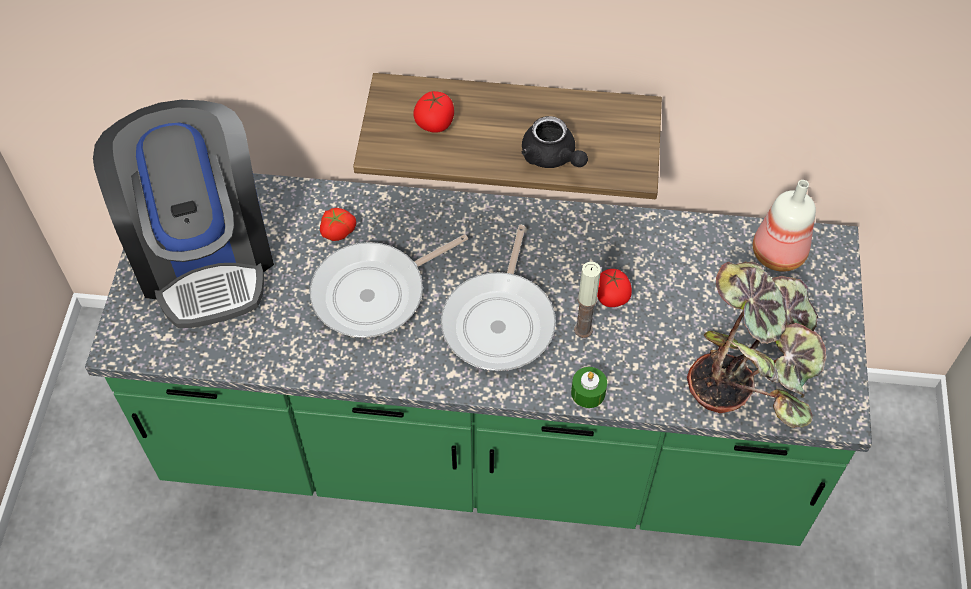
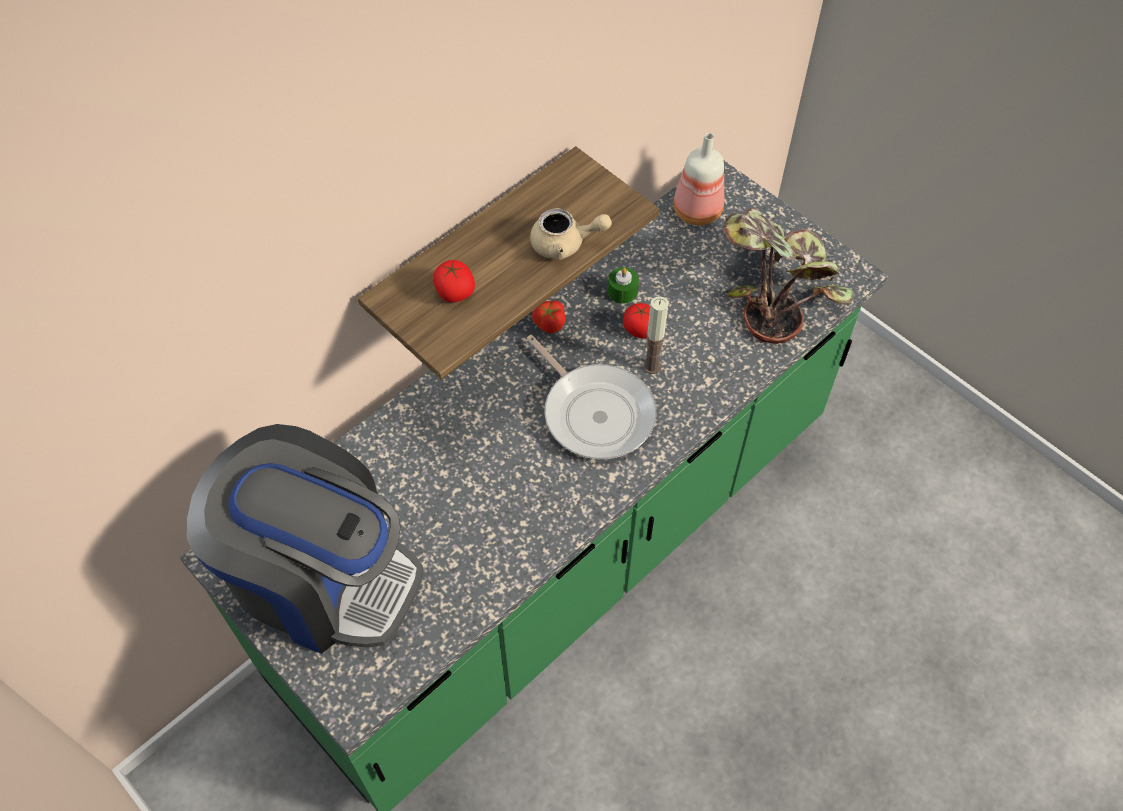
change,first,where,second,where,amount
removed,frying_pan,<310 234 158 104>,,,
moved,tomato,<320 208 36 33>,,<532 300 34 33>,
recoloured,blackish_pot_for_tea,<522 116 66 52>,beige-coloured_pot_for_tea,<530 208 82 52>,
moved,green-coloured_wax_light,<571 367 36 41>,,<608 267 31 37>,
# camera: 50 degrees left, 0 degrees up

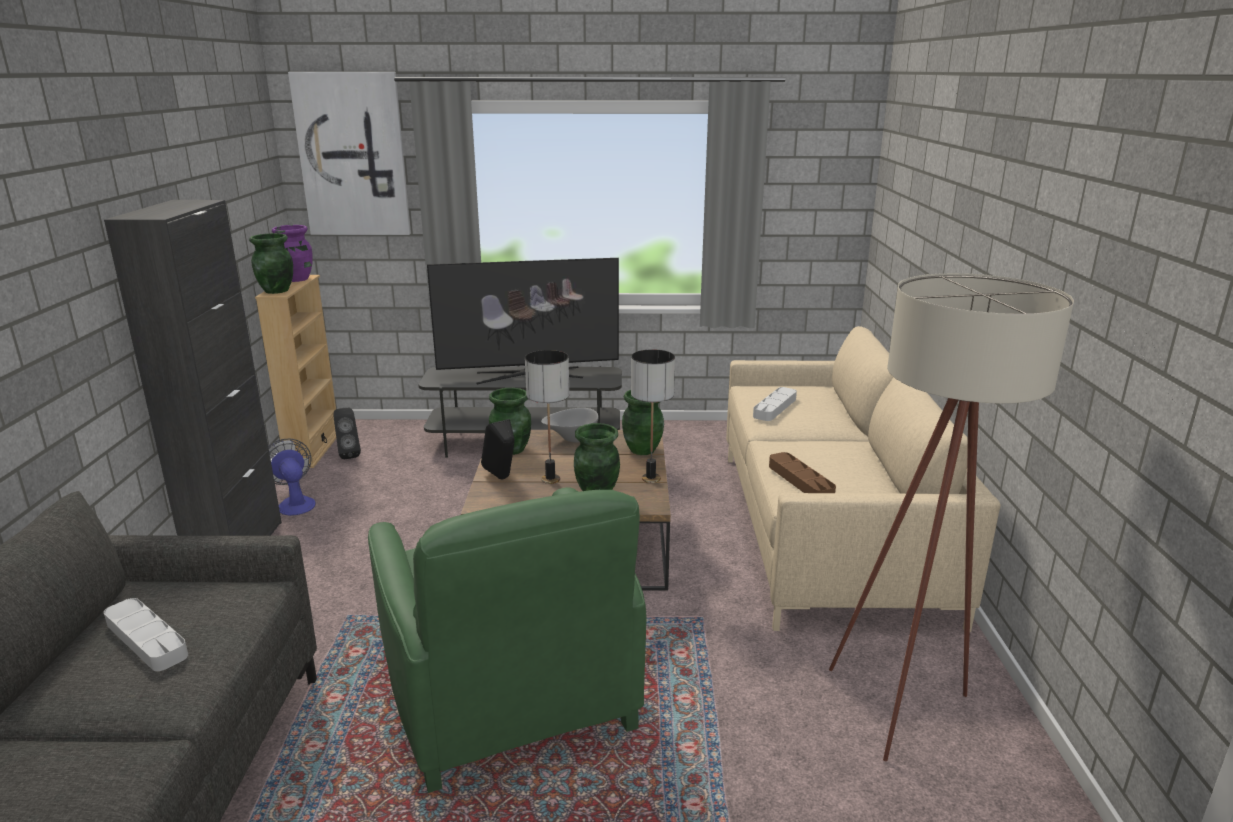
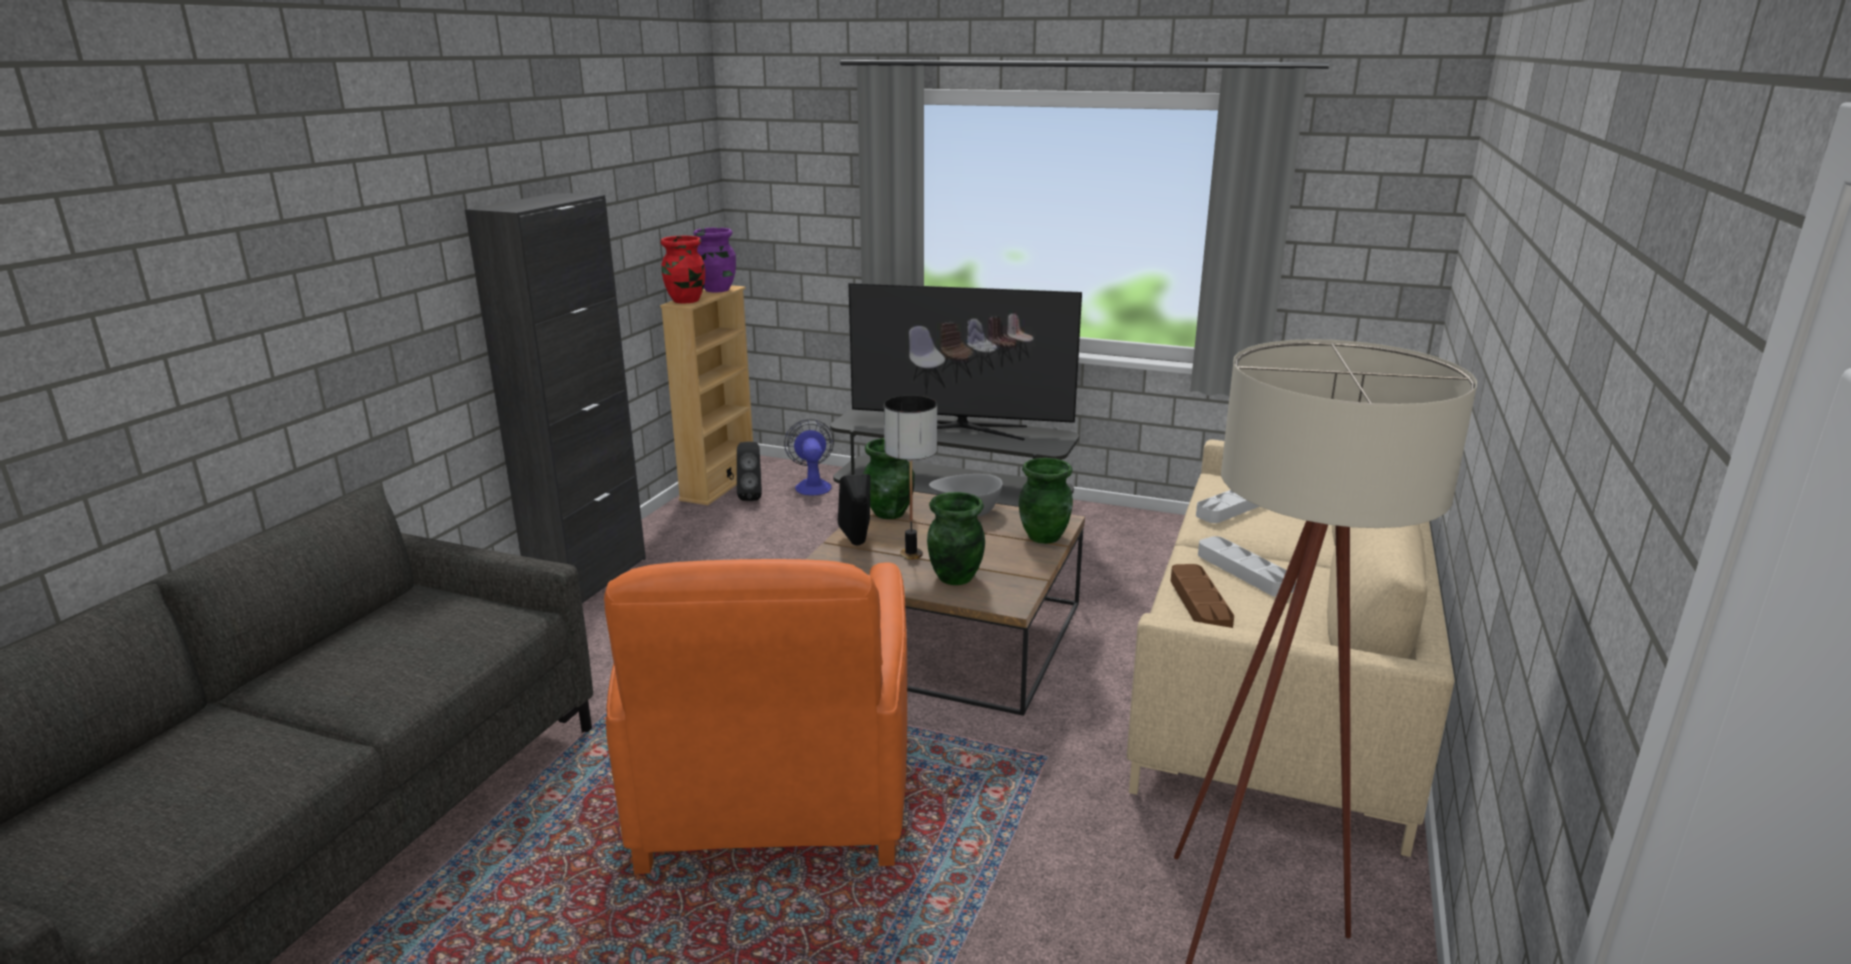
change,first,where,second,where,amount
moved,grey_serving_tray,<104 598 84 73>,,<1198 536 98 61>,
recoloured,green-coloured_vase,<249 233 44 61>,red_vase,<661 236 44 67>,
moved,fan,<268 439 48 77>,,<784 419 50 77>,
removed,wall_art,<288 72 123 163>,,,
recoloured,green-coloured_lounge_chair,<368 487 279 306>,orange_lounge_chair,<604 559 303 315>,
removed,tabletop_lamp,<631 349 44 134>,,,
# camera: 20 degrees right, 0 degrees up

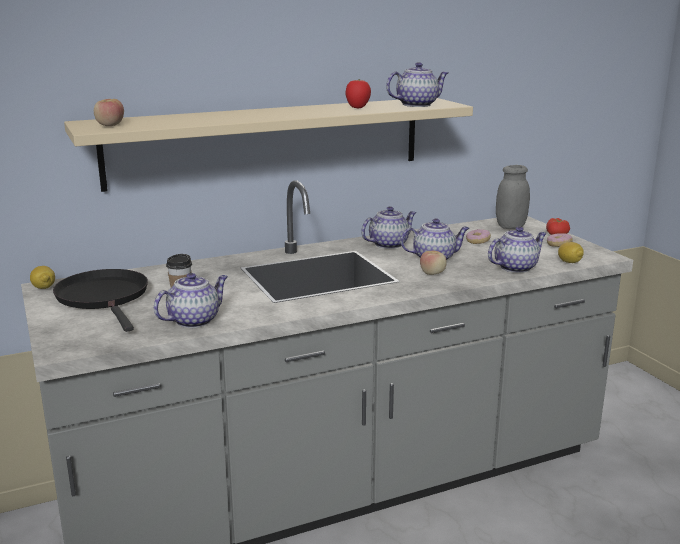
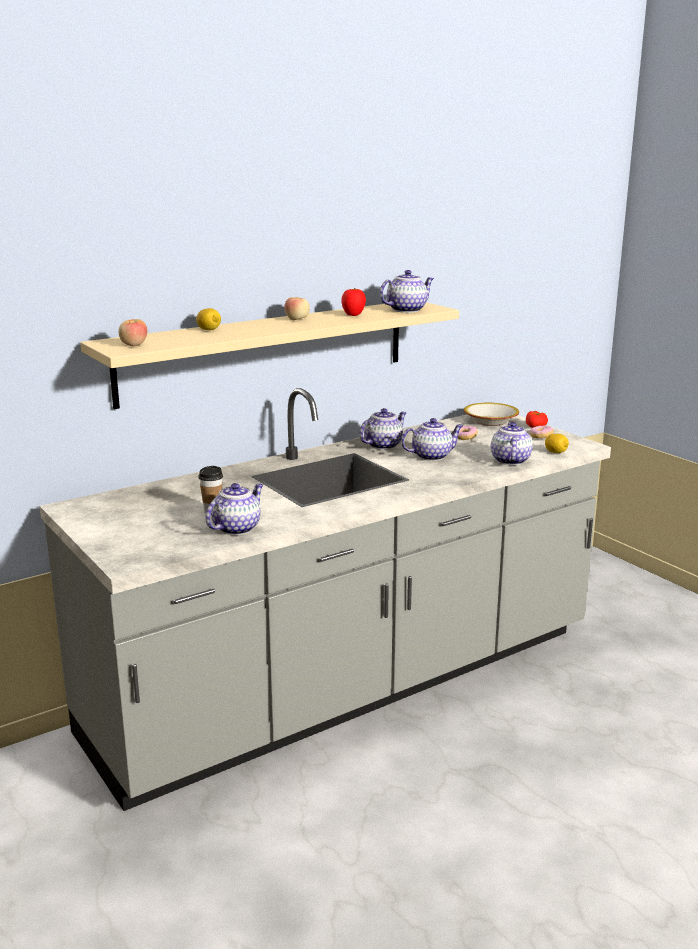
change,first,where,second,where,amount
moved,citrus_fruit,<30 266 25 23>,,<196 308 25 22>,
removed,blackish_frying_pan,<53 269 95 63>,,,
moved,apple_fruit,<420 251 27 24>,,<284 297 26 23>,
turned,pot_for_tea,<488 227 59 46>,,<491 422 42 43>,45 degrees counterclockwise
replaced,grey_storage_jar,<496 165 34 64>,serving_bowl,<464 403 55 23>,
# camera: 10 degrees left, 0 degrees up

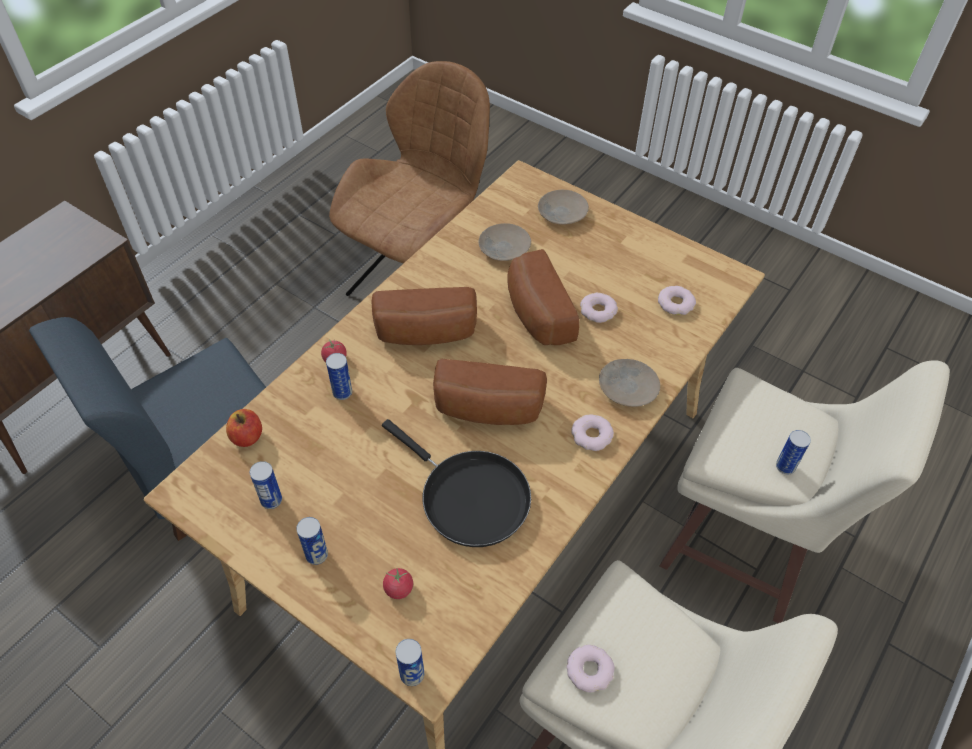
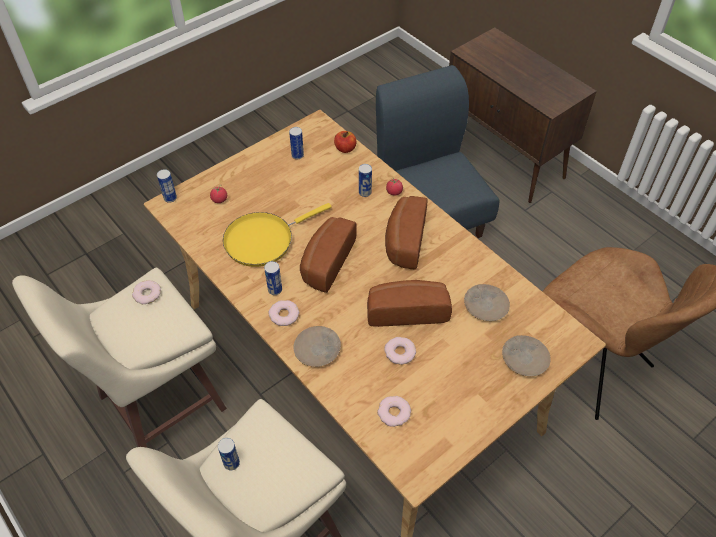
change,first,where,second,where,amount
moved,can,<296 517 32 48>,,<264 261 18 34>,
recoloured,blackish_frying_pan,<382 419 149 128>,yellow_frying_pan,<223 203 109 64>,
# camera: 105 degrees right, 0 degrees up

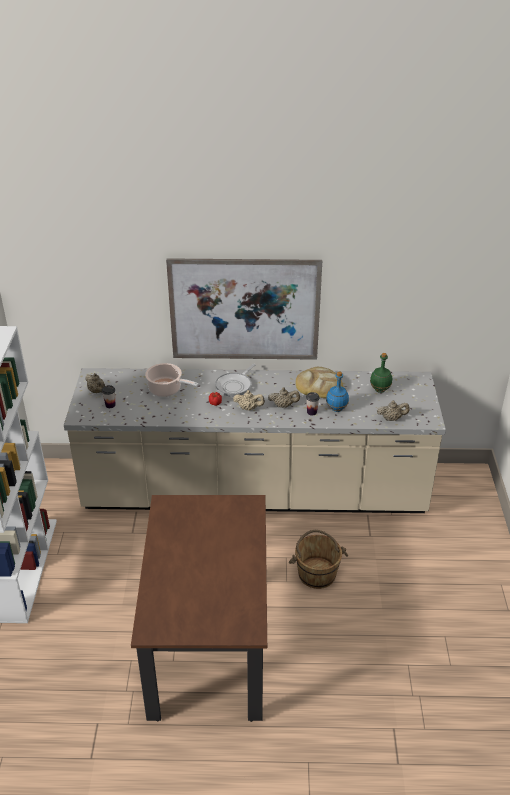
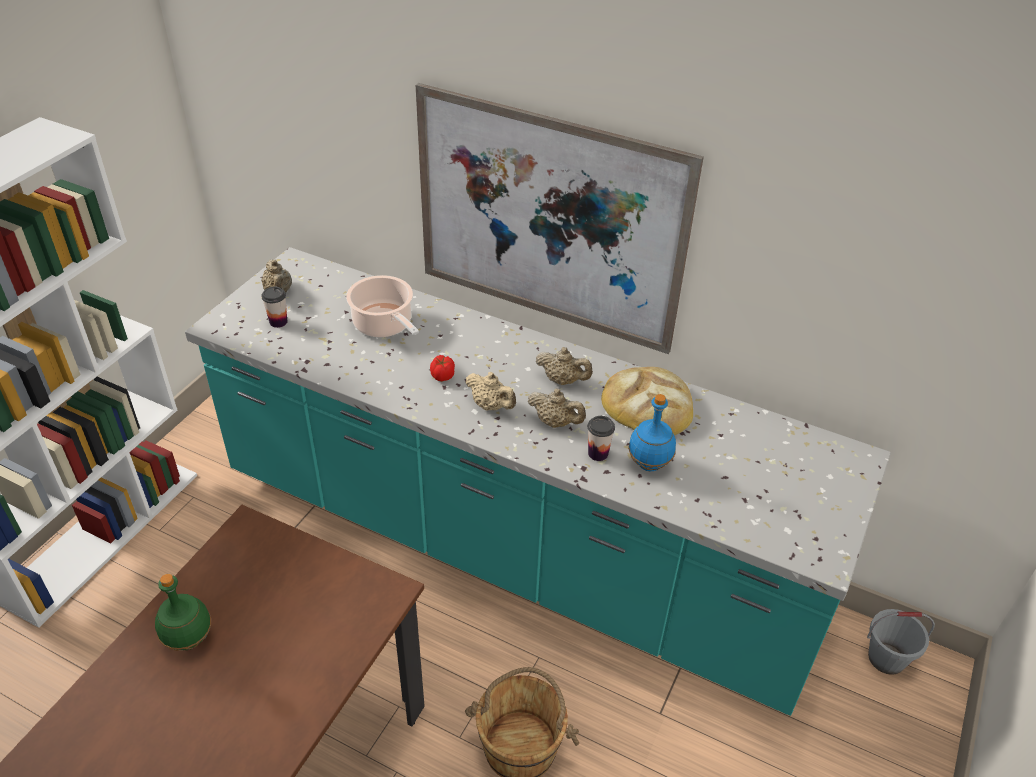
change,first,where,second,where,amount
recoloured,beige-coloured_kitchen_counter,<64 368 382 145>,turquoise-coloured_kitchen_counter,<185 247 706 469>,
removed,frying_pan,<215 364 40 33>,,,
moved,green-coloured_beverage_bottle,<370 353 22 40>,,<155 574 56 77>,
moved,beige-coloured_pot_for_tea,<377 400 33 21>,,<535 347 58 38>,
added,,,grey_pail,<867 609 68 66>,
# camera: 25 degrees right, 5 degrees up

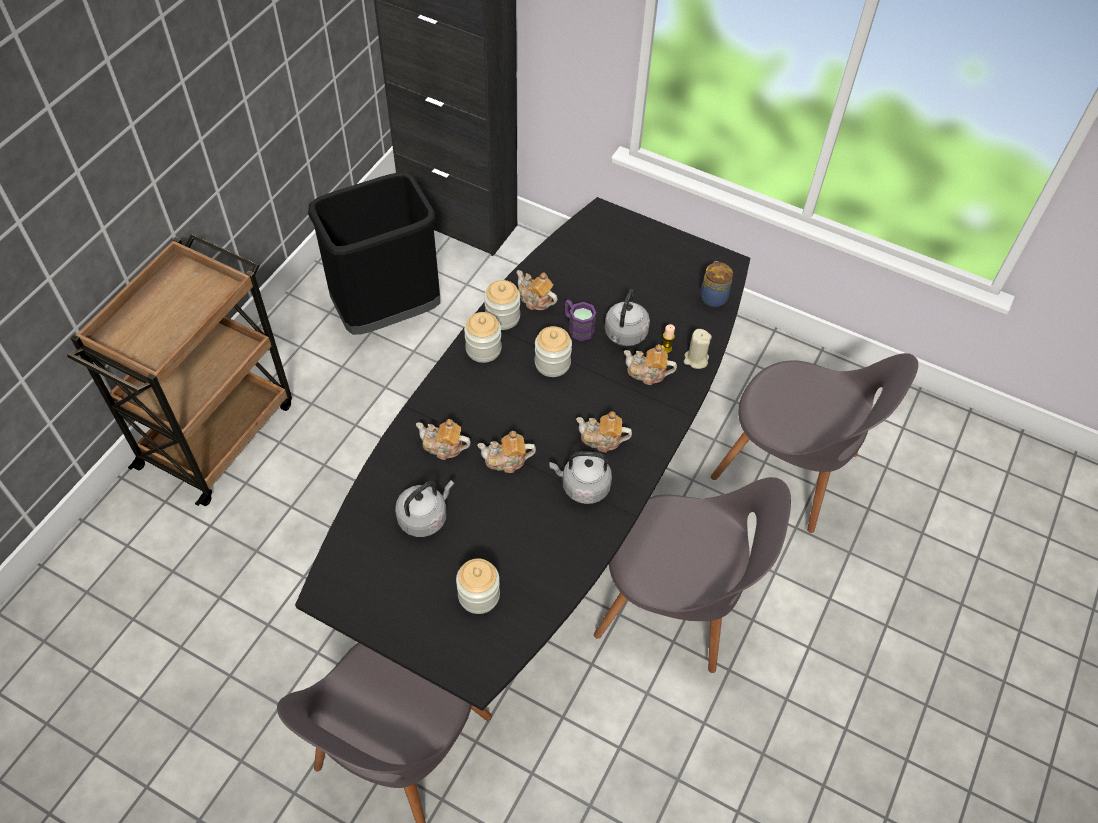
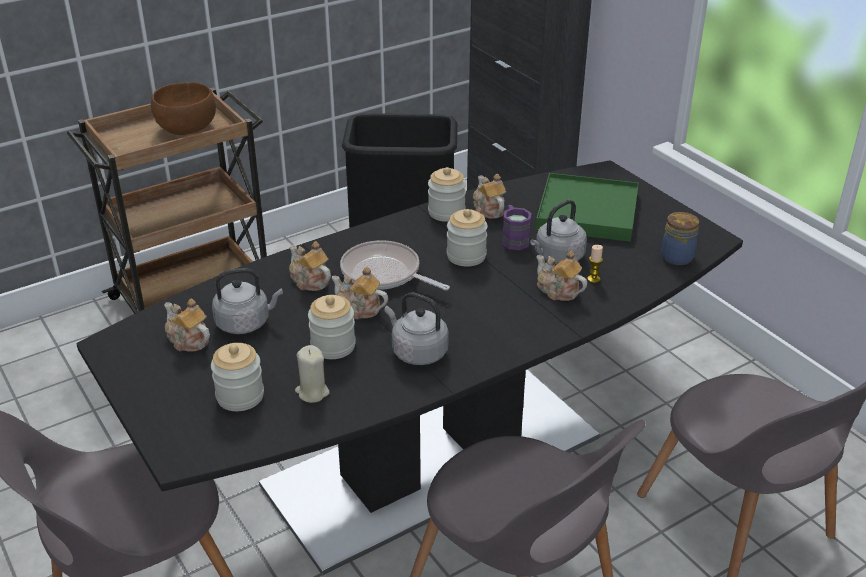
change,first,where,second,where,amount
moved,storage_jar,<464 312 38 51>,,<308 295 48 64>,
moved,pot_for_tea,<576 411 56 42>,,<164 298 46 54>,
moved,beige-coloured_wax_light,<684 329 28 40>,,<295 345 35 58>,
added,,,brown-coloured_serving_bowl,<151 82 65 53>,
added,,,frying_pan,<340 240 110 51>,
added,,,green-coloured_serving_tray,<536 173 103 69>,
# camera: 30 degrees right, 20 degrees down

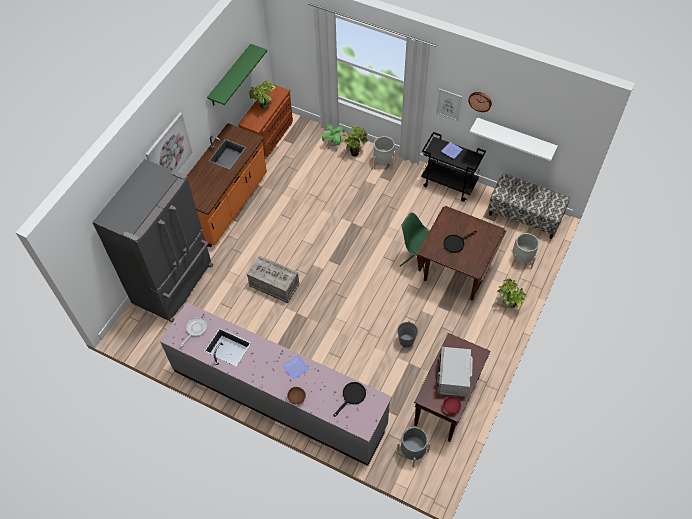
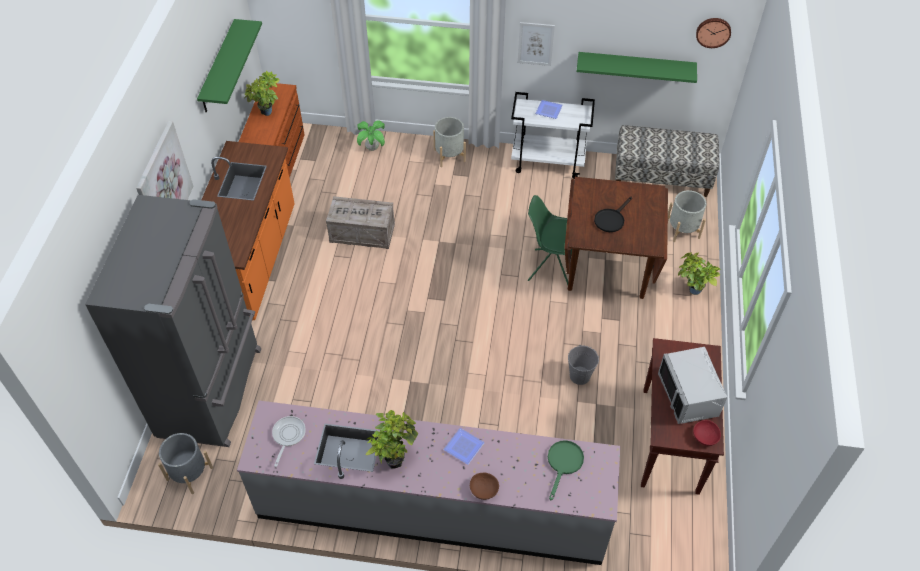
change,first,where,second,where,amount
moved,shipping_crate,<247 256 53 47>,,<326 196 69 53>,
recoloured,blackish_frying_pan,<333 382 33 35>,green-coloured_frying_pan,<548 440 36 60>,
moved,plant_in_a_pot,<341 126 27 30>,,<366 410 52 59>,
moved,grey_planter,<397 427 34 40>,,<158 433 55 61>,
recoloured,blackish_wheeled_cart,<421 132 65 70>,whitish_wheeled_cart,<511 92 84 87>,
moved,wall_clock,<468 92 24 20>,,<696 18 35 30>,
recoloured,whitish_bracket_shelf,<470 117 88 44>,green-coloured_bracket_shelf,<576 52 121 31>,
# camera: 20 degrees left, 5 degrees down

